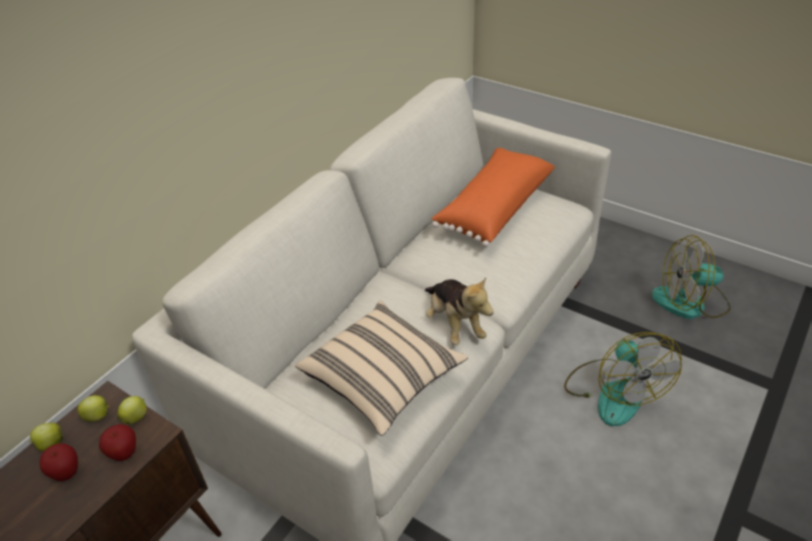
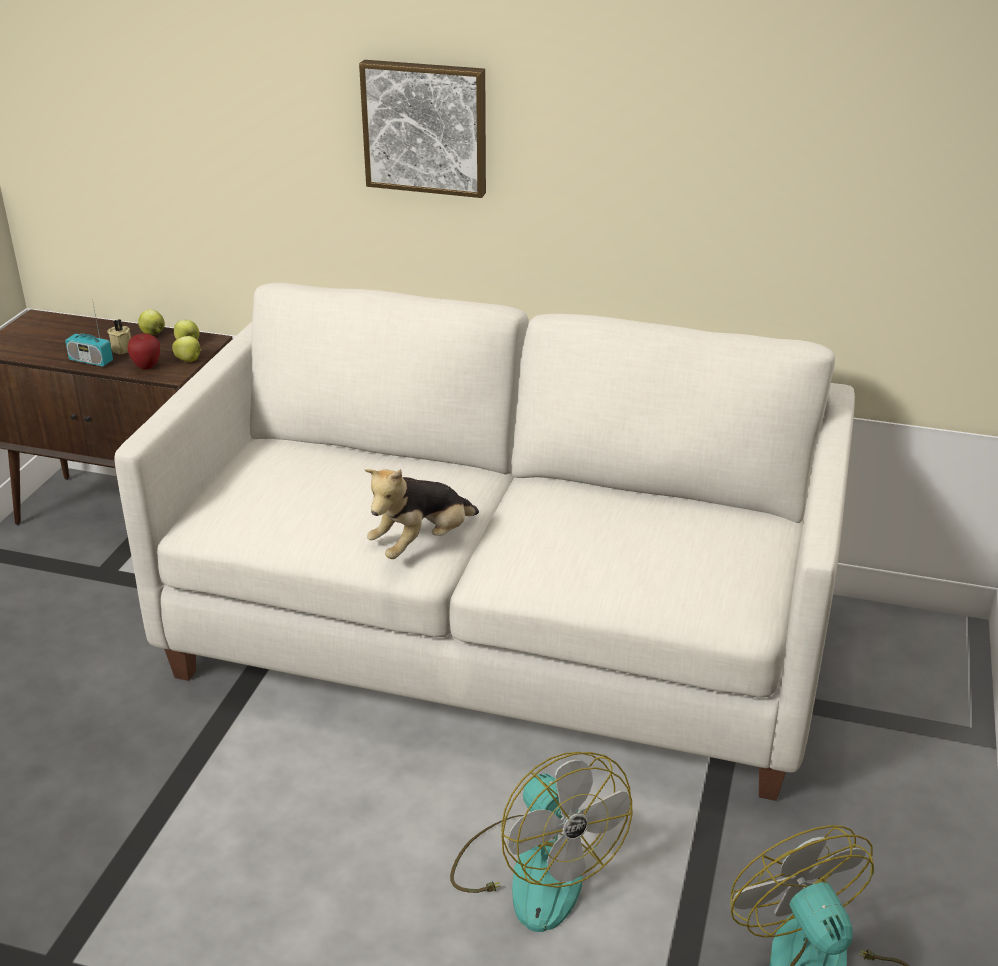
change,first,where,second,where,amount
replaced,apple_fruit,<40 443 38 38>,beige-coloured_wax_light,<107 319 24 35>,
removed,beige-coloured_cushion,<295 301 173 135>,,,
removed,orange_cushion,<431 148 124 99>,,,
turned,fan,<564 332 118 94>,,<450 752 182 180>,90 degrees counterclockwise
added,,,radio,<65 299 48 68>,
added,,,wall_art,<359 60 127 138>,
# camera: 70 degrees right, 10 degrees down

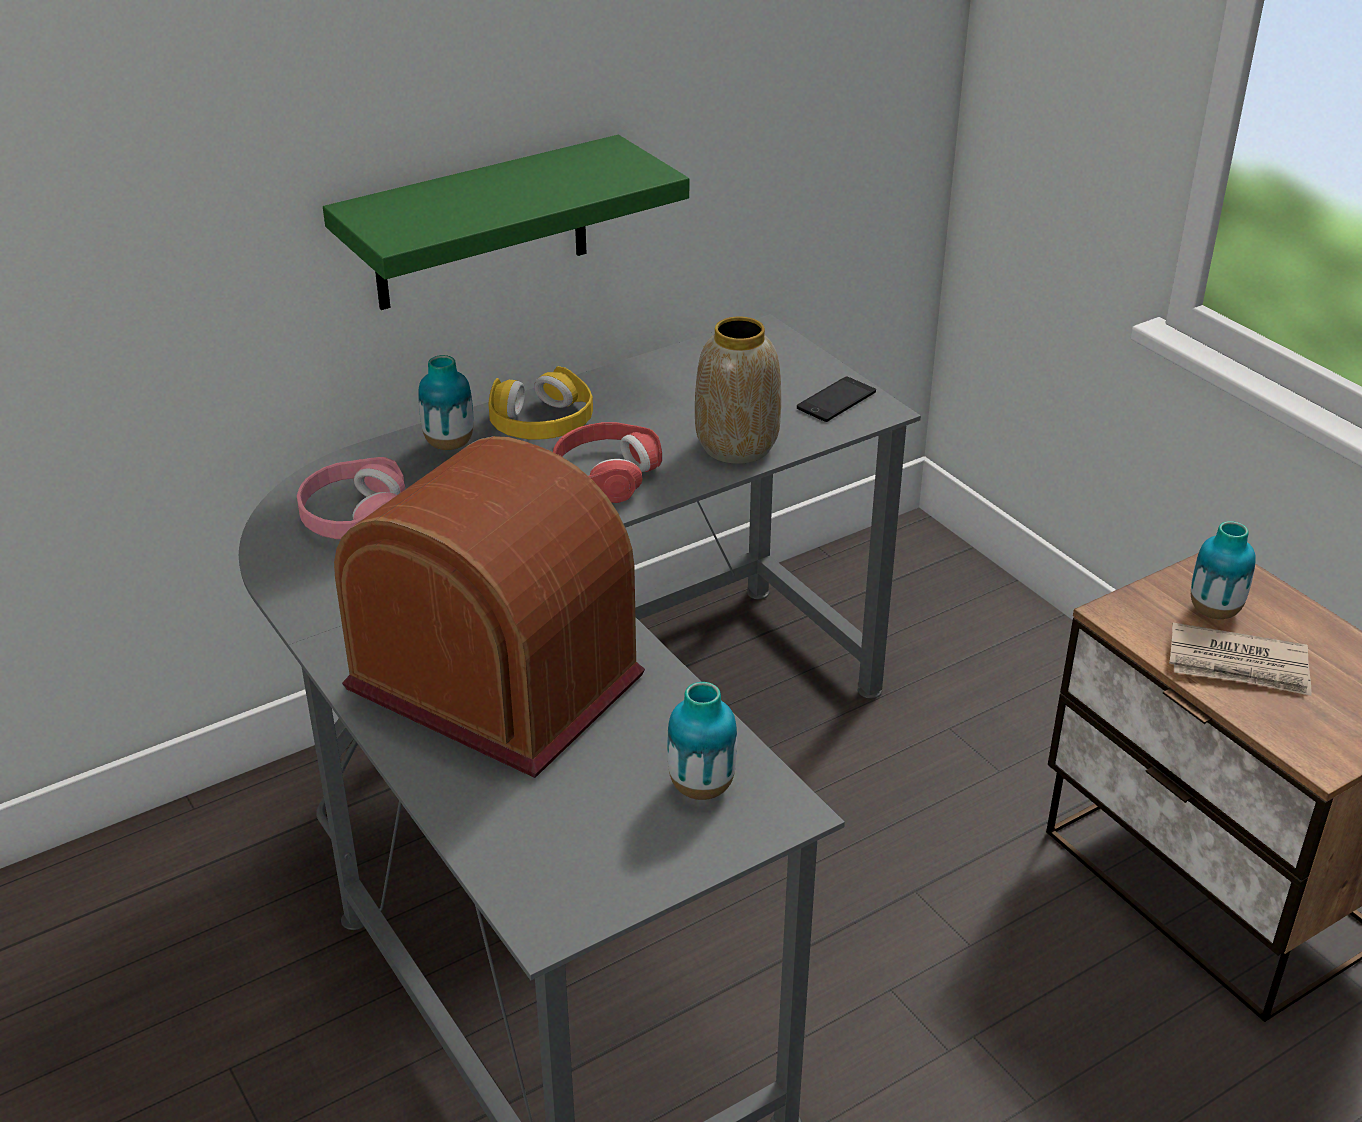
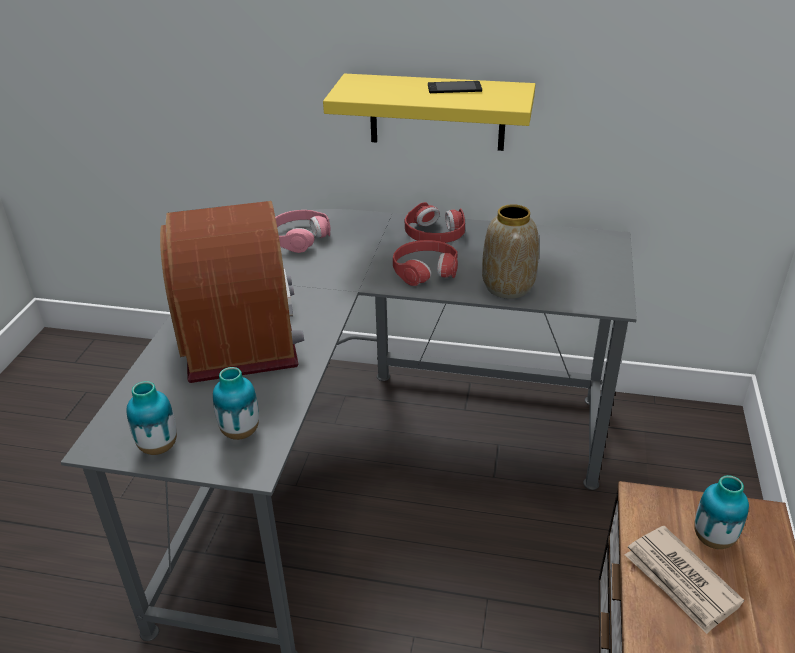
change,first,where,second,where,amount
recoloured,green-coloured_bracket_shelf,<323 135 366 175>,yellow_bracket_shelf,<323 73 213 78>,
moved,vase,<418 355 55 95>,,<126 381 51 74>,
recoloured,yellow_headphones,<489 366 104 74>,red_headphones,<405 202 60 41>,
moved,telephone,<797 377 79 45>,,<428 81 54 12>,
# camera: 45 degrees right, 0 degrees up

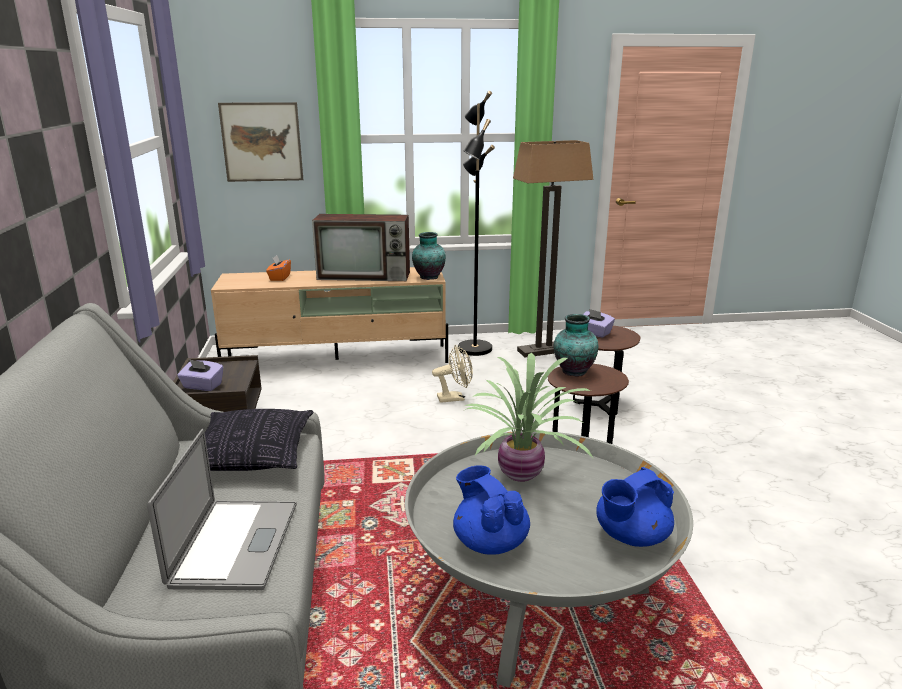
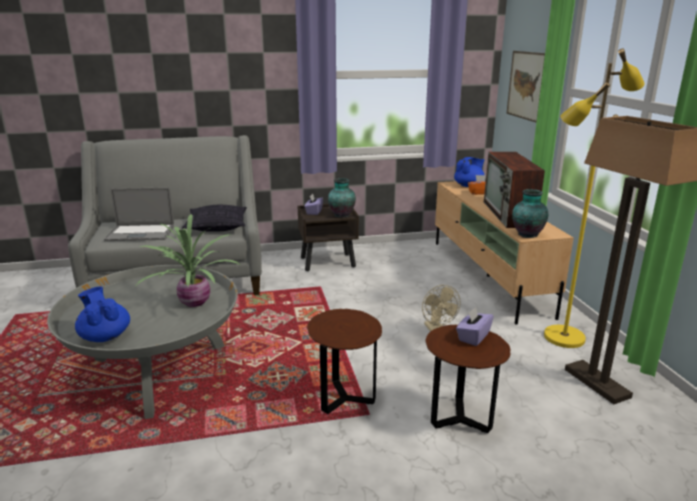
change,first,where,second,where,amount
moved,blue_pot_for_tea,<453 465 77 90>,,<454 157 31 30>,
recoloured,blackish_standing_lamp,<458 91 37 265>,yellow_standing_lamp,<544 49 100 299>,
moved,vase,<553 314 45 62>,,<328 178 28 40>,
# camera: 85 degrees right, 0 degrees up

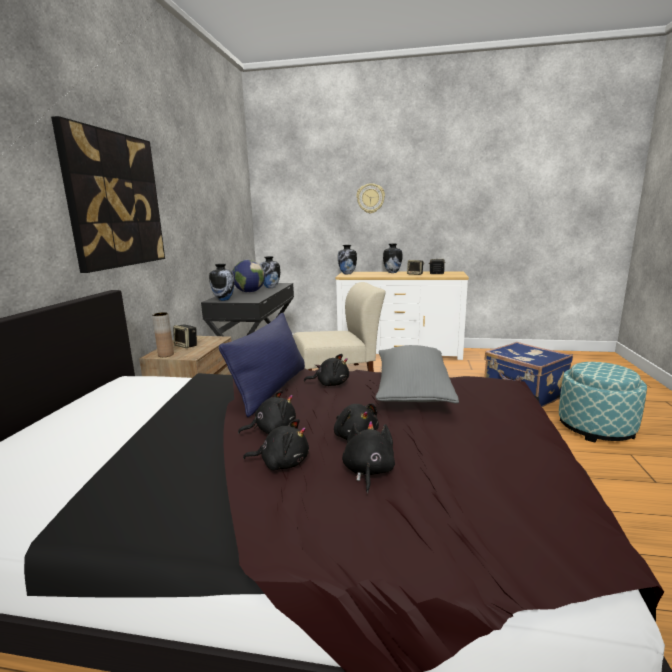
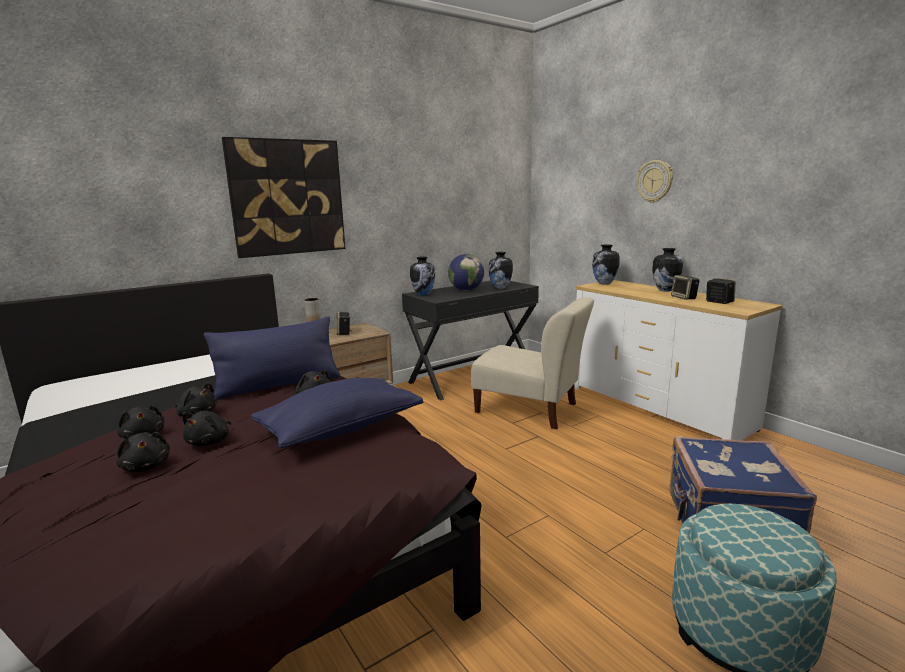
change,first,where,second,where,amount
turned,blackish_plush_toy,<342 421 53 72>,,<116 432 54 40>,90 degrees clockwise
recoloured,grey_cushion,<376 345 83 58>,blue_cushion,<251 378 172 71>,
# camera: 45 degrees right, 0 degrees up

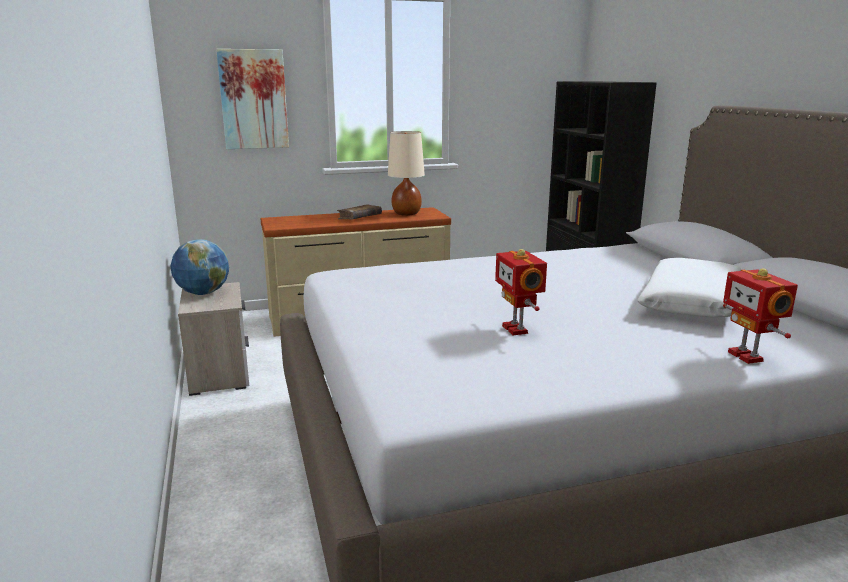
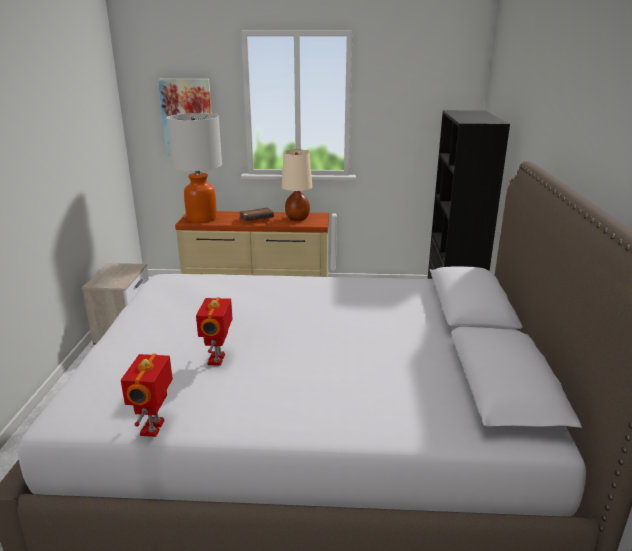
change,first,where,second,where,amount
removed,desk_globe,<170 239 59 56>,,,
removed,whitish_cushion,<637 258 104 59>,,,
moved,robot_figure,<723 268 75 96>,,<121 354 52 83>,
added,,,tabletop_lamp,<167 113 55 110>,
# camera: 20 degrees right, 5 degrees up

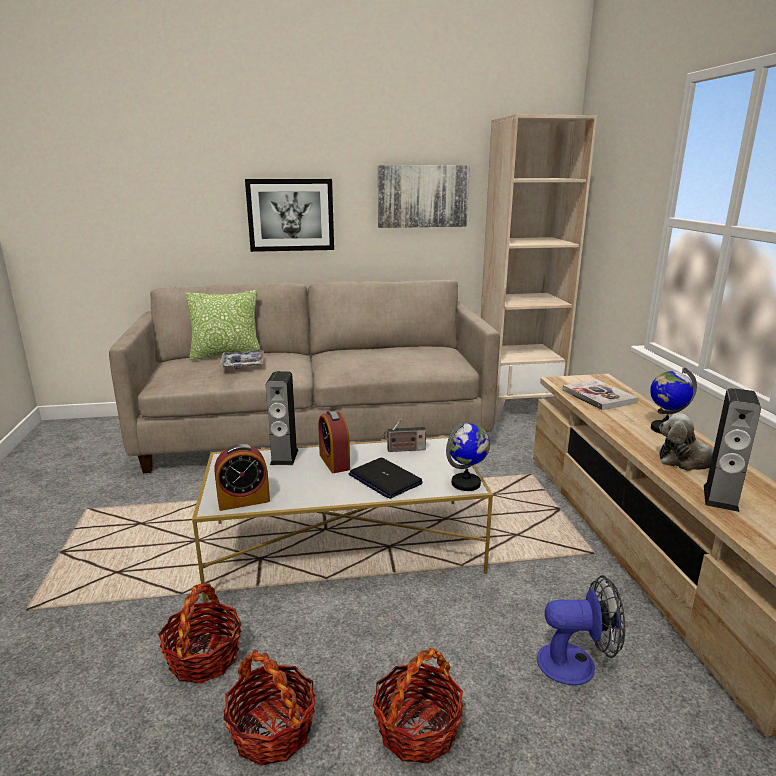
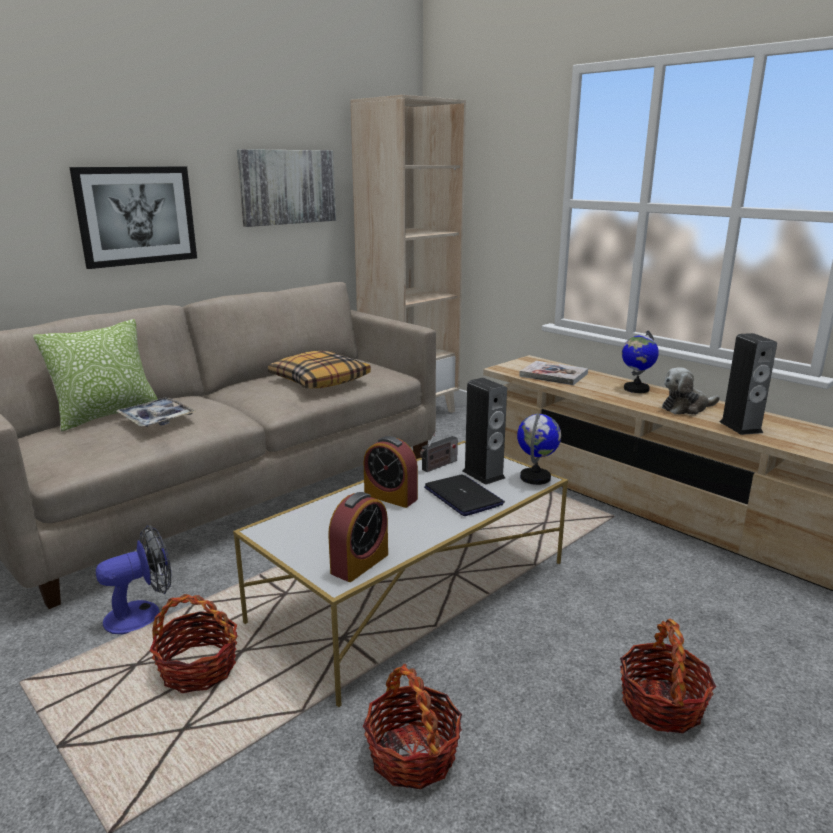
change,first,where,second,where,amount
moved,basket,<223 649 93 117>,,<149 594 89 99>,
moved,speaker,<266 371 32 94>,,<462 378 45 107>,
turned,laptop,<349 458 74 41>,,<424 474 81 42>,135 degrees counterclockwise
moved,fan,<537 575 88 111>,,<96 525 75 109>,
added,,,cushion,<268 351 103 37>,
# camera: 35 degrees left, 0 degrees up

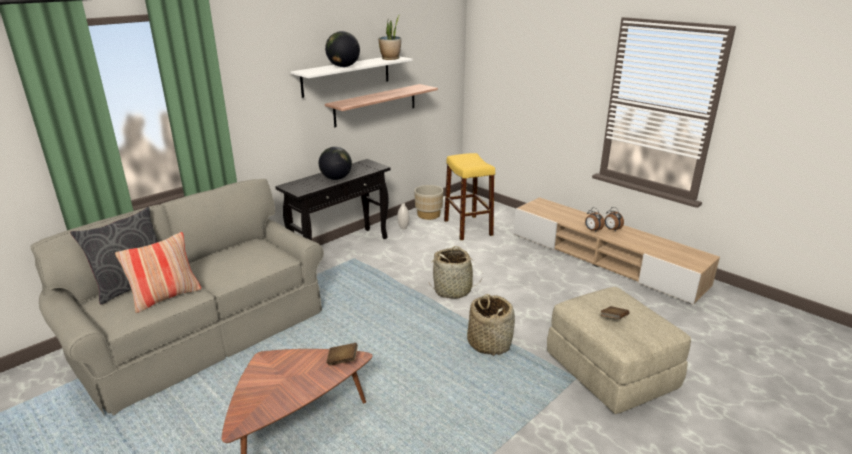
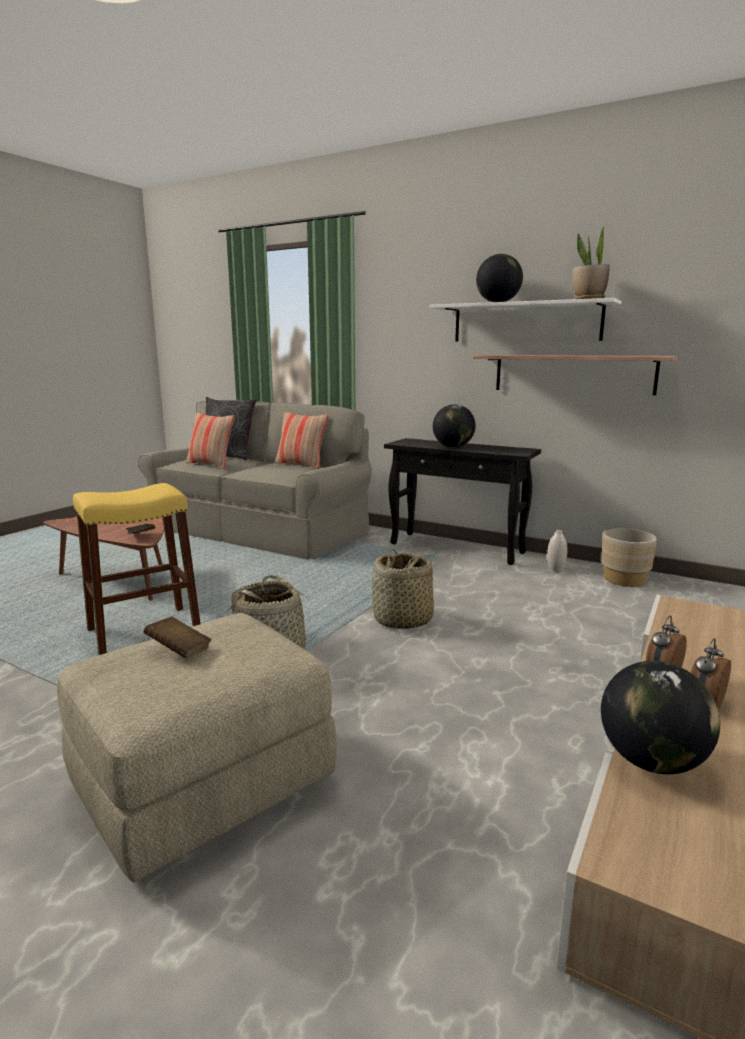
change,first,where,second,where,amount
moved,yellow_stool_seat,<444 153 51 87>,,<73 483 128 172>,
added,,,cushion,<275 412 53 57>,
added,,,desk_globe,<601 661 119 113>,
# camera: 75 degrees right, 10 degrees down

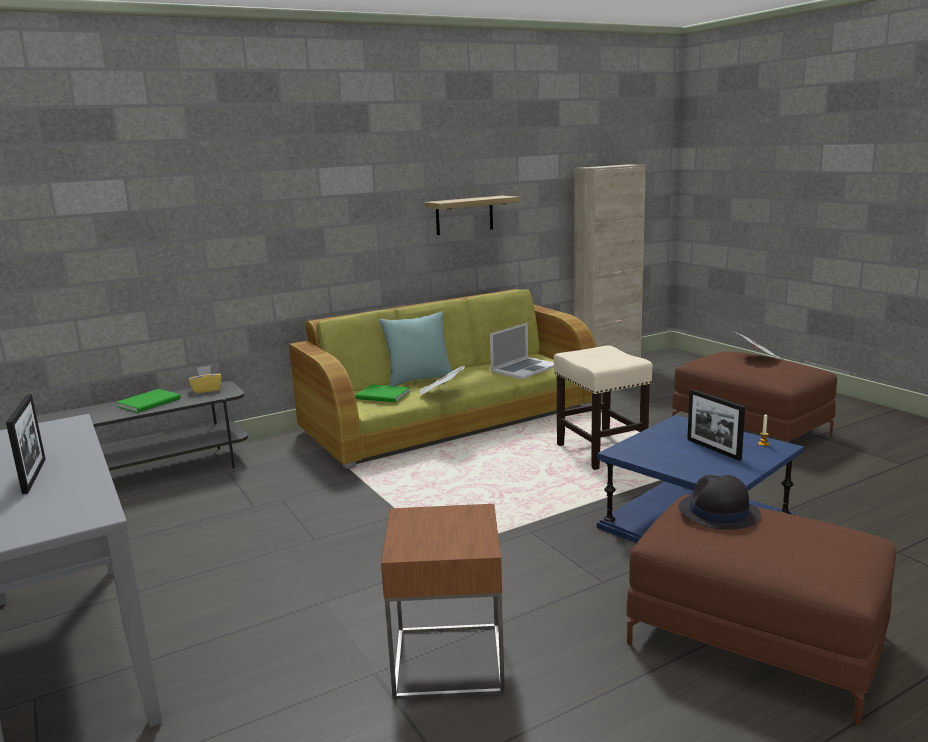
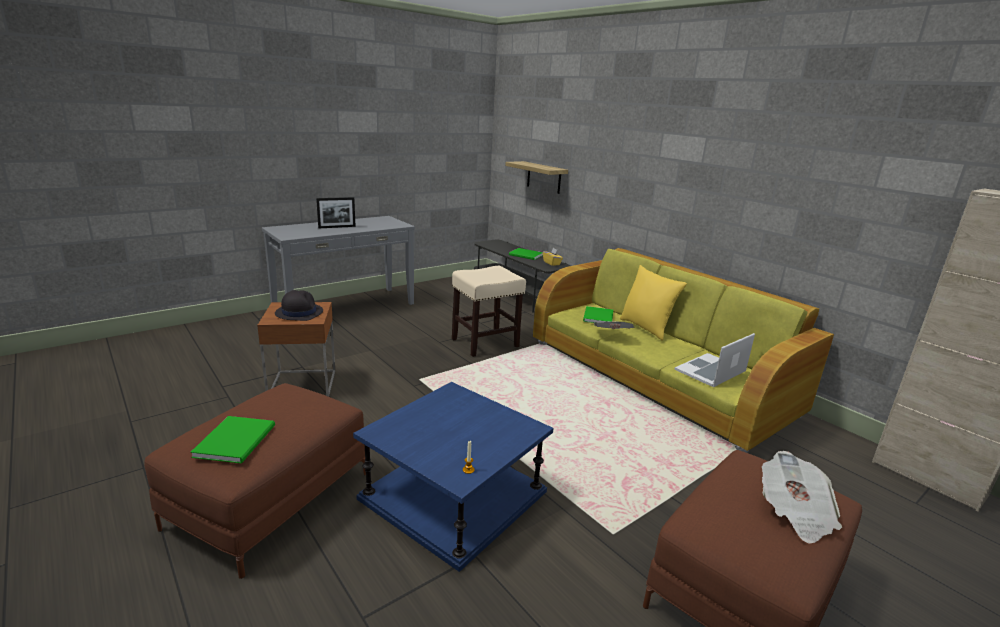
change,first,where,second,where,amount
recoloured,turquoise-coloured_cushion,<379 312 74 74>,yellow_cushion,<620 265 67 76>,
moved,bracket_shelf,<424 196 96 39>,,<505 161 63 33>,
turned,laptop,<490 323 64 56>,,<674 333 81 54>,105 degrees clockwise
moved,beige-coloured_stool_seat,<554 345 99 125>,,<452 266 74 91>,
moved,blackish_clothing_hat,<678 475 83 54>,,<275 290 48 31>,
removed,photo_frame,<687 389 58 72>,,,
added,,,green-coloured_book,<191 416 84 48>,
# camera: 80 degrees right, 5 degrees up

